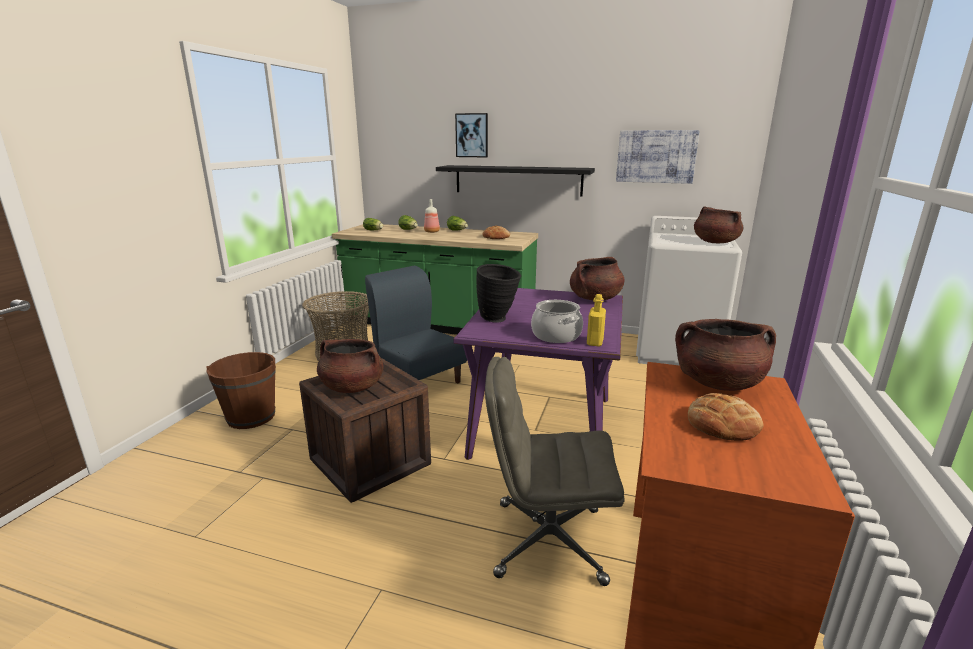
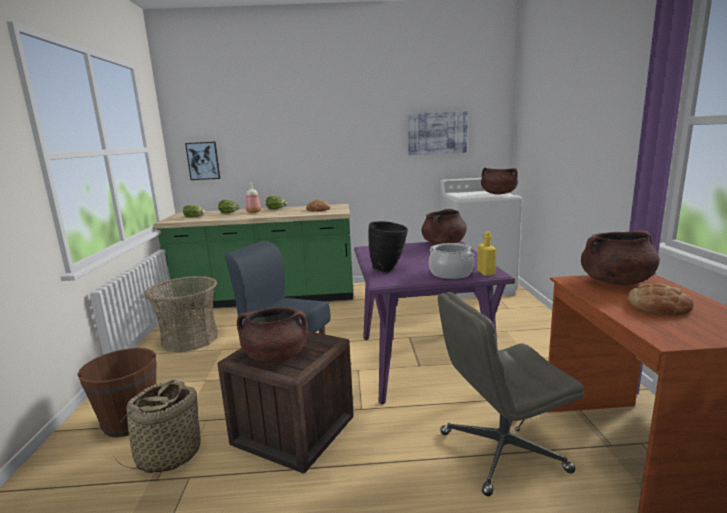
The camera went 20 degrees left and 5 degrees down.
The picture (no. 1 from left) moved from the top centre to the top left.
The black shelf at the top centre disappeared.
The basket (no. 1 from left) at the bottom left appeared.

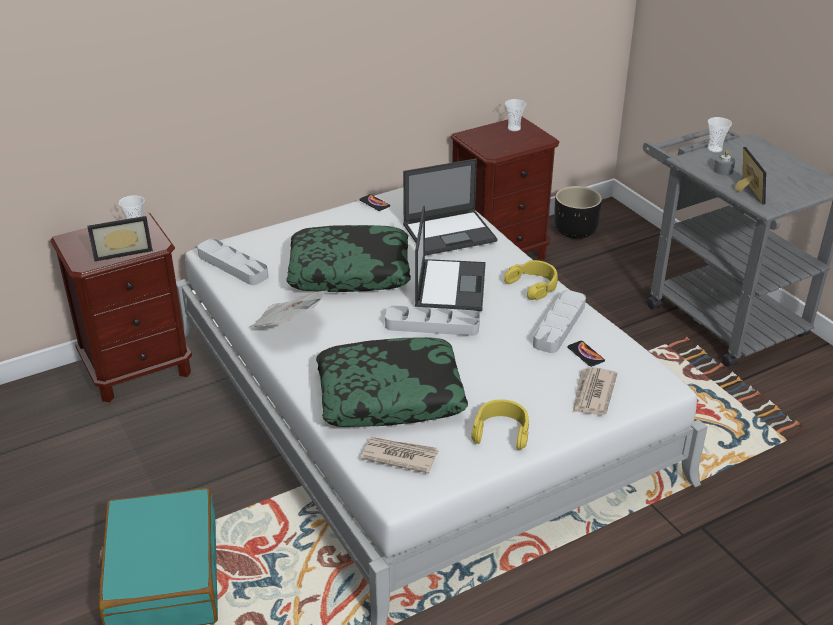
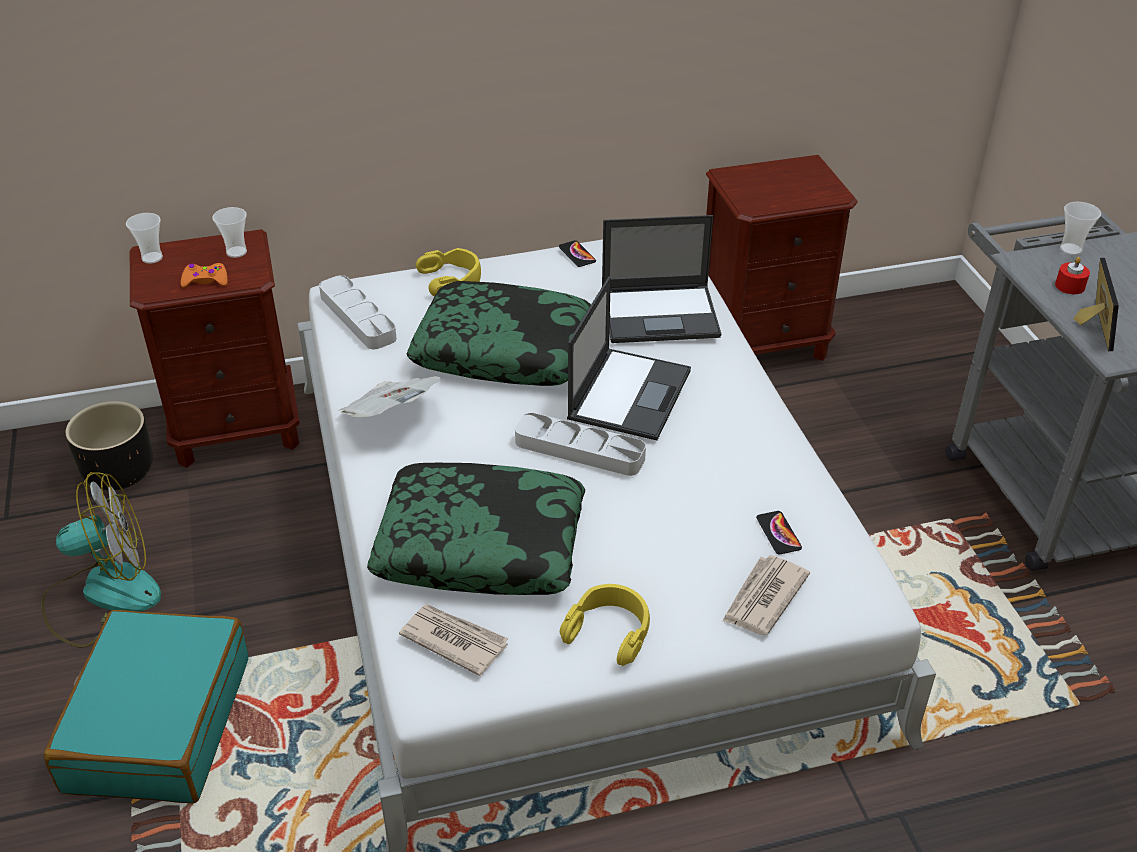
The camera went 15 degrees right and 5 degrees up.
The cup (no. 2 from left in the first image) moved from the top centre to the top left.
The grey candle at the top right became the red candle at the top right.
The black planter moved from the middle right to the middle left.
The picture frame (no. 1 from left) at the middle left was replaced by the orange game controller at the top left.
The yellow headphones (no. 2 from left in the first image) moved from the centre to the top centre.
The grey tray (no. 3 from left) at the middle right disappeared.
The fan at the middle left appeared.

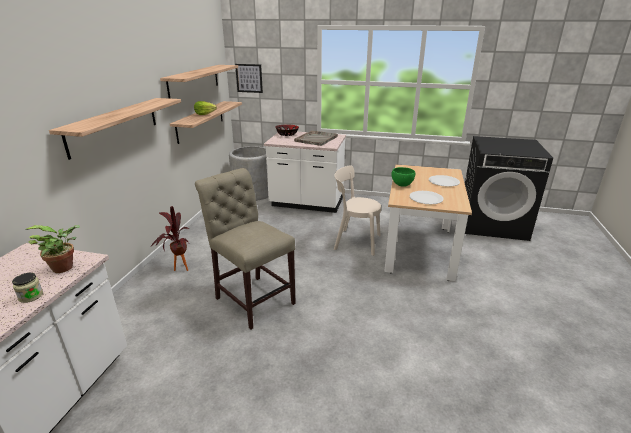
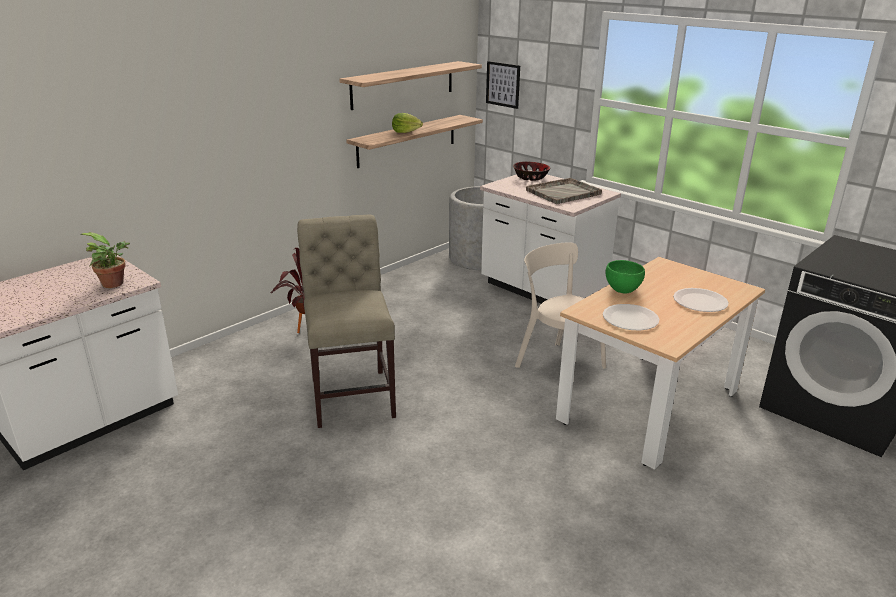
The camera went 30 degrees right and 0 degrees up.
The shelf (no. 1 from left) at the top left disappeared.
The jar at the middle left disappeared.

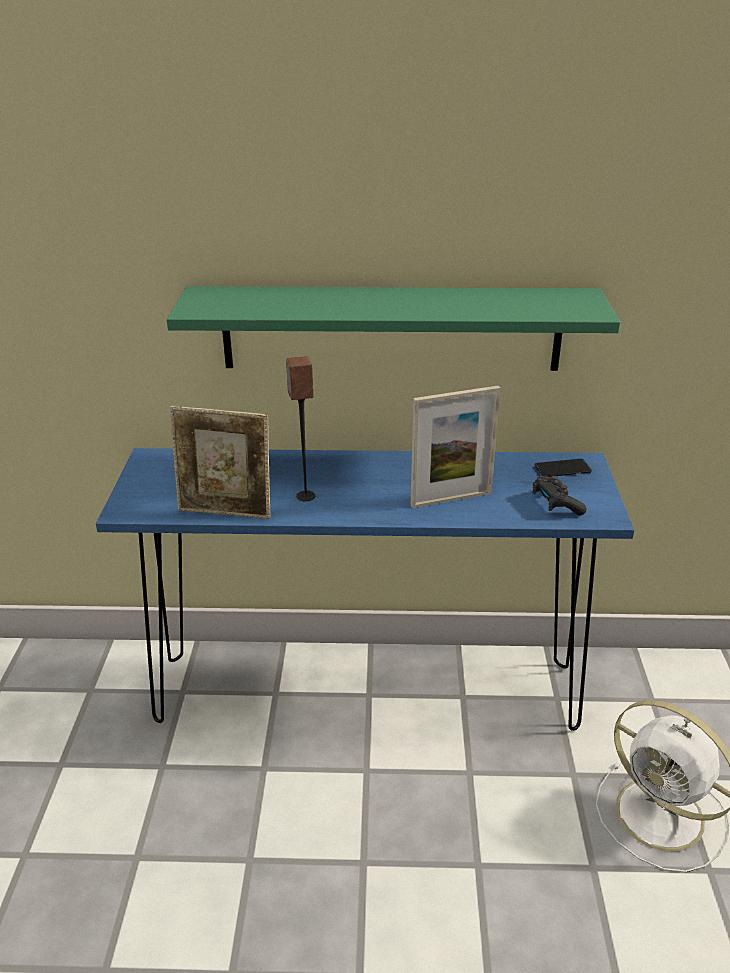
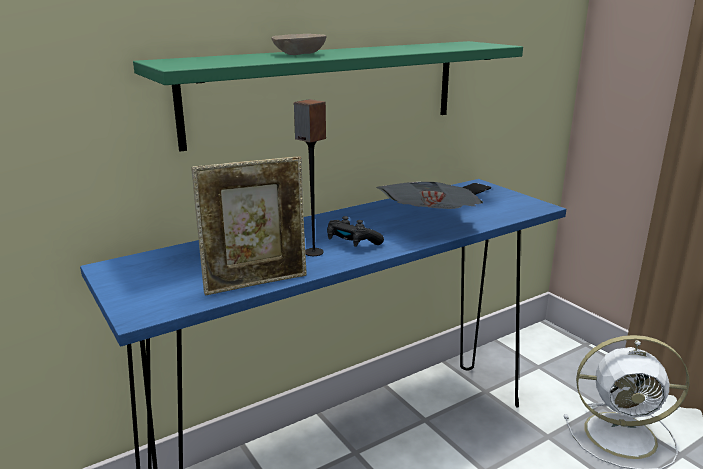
The camera went 35 degrees left and 10 degrees down.
The picture frame (no. 2 from left) at the centre was replaced by the newspaper at the centre.
The black game controller moved from the middle right to the centre.
The beige bowl at the top centre appeared.

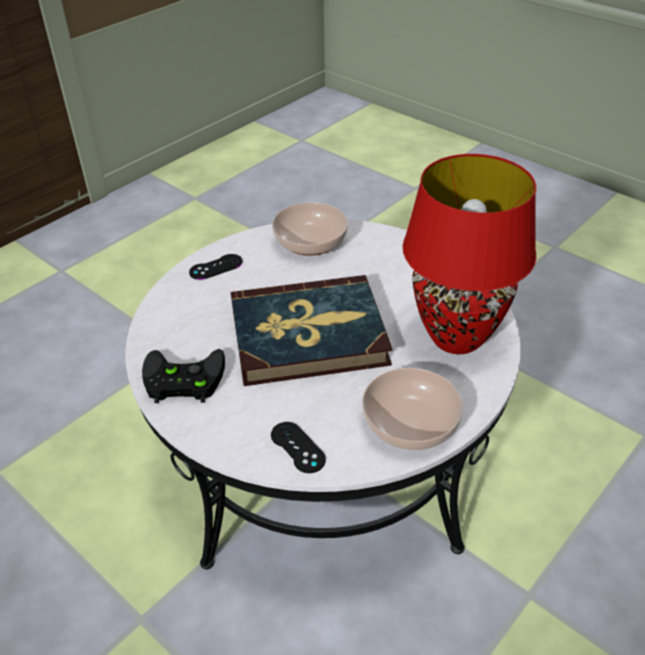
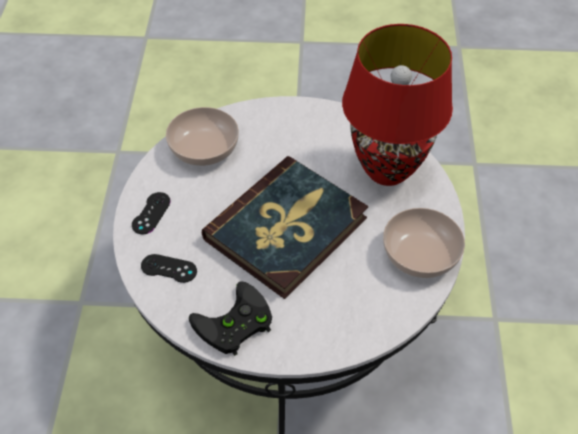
The camera went 40 degrees left and 10 degrees up.
The black game controller (no. 3 from left in the first image) moved from the bottom centre to the middle left.

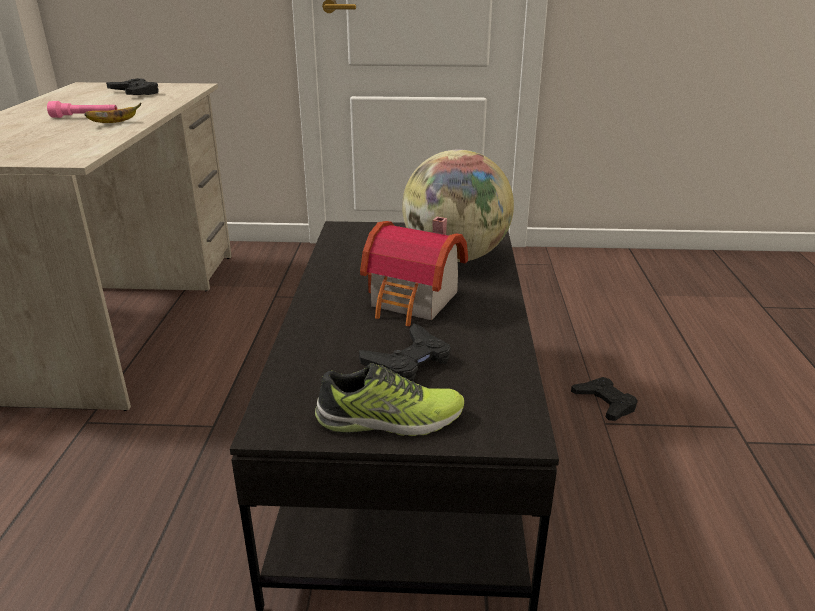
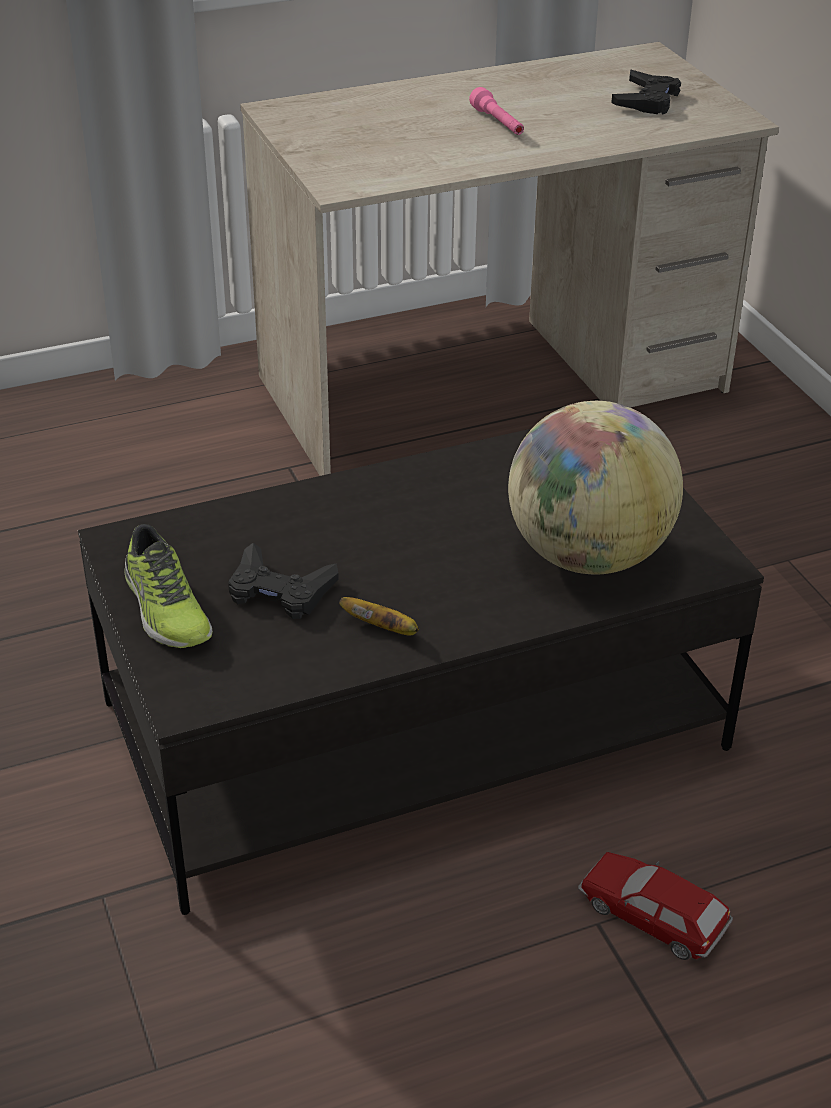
The camera went 65 degrees right and 10 degrees up.
The banana moved from the top left to the centre.
The toy house at the centre disappeared.
The black game controller (no. 3 from left) at the middle right was replaced by the toy car at the bottom right.

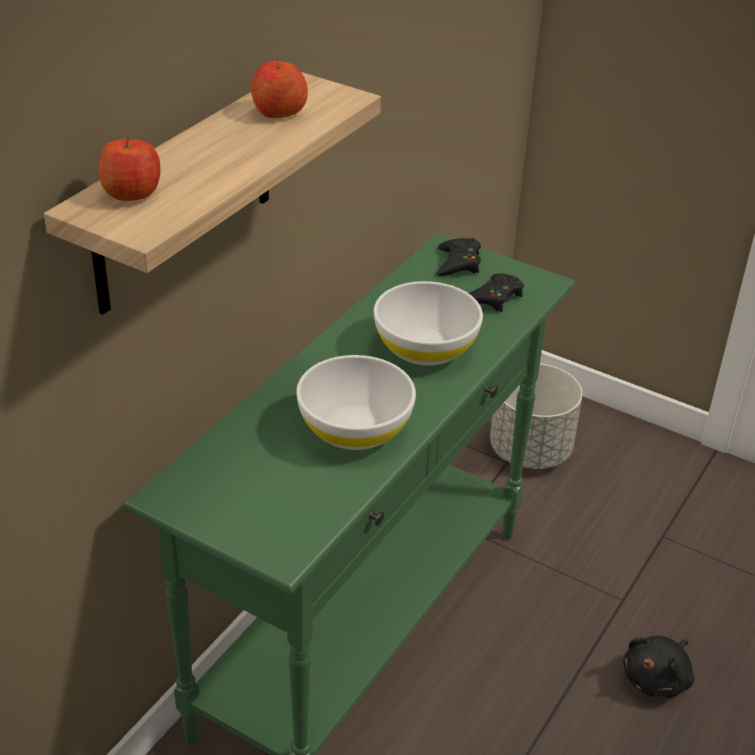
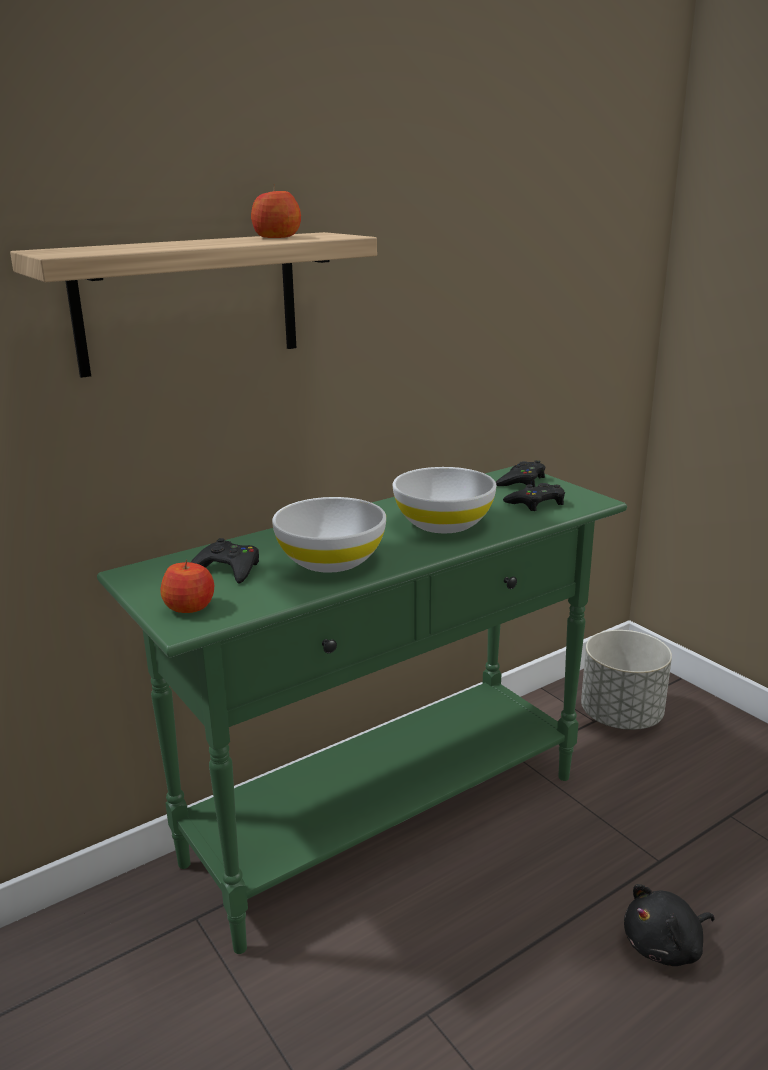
The camera went 25 degrees right and 15 degrees down.
The apple (no. 1 from left) moved from the top left to the middle left.
The black game controller (no. 1 from left) at the middle left appeared.

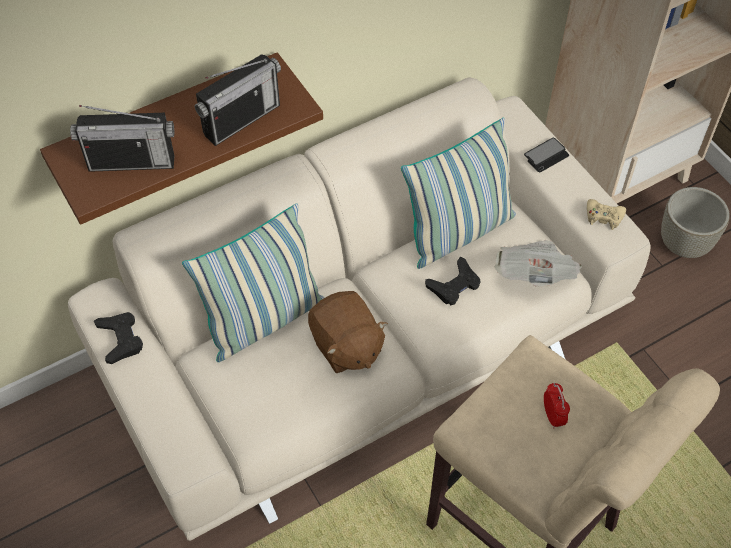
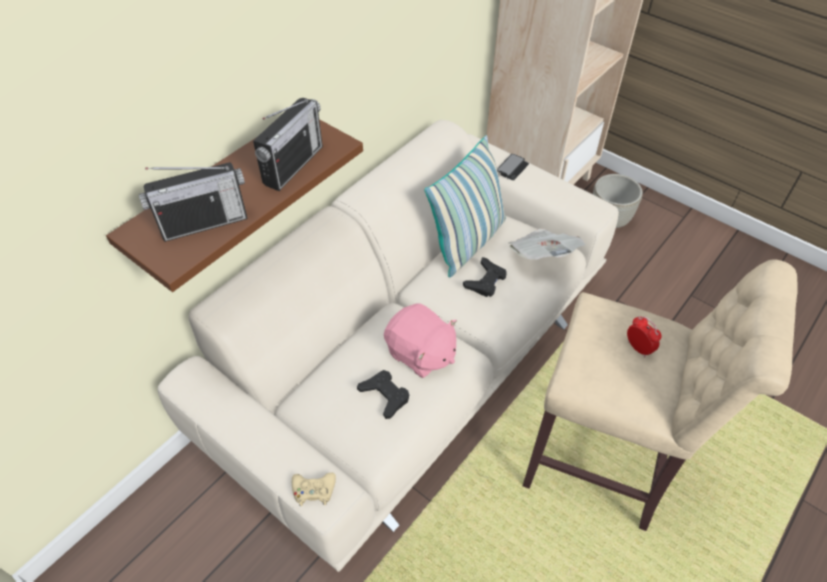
The camera went 20 degrees left and 5 degrees down.
The beige game controller moved from the middle right to the bottom centre.
The pillow (no. 1 from left) at the centre disappeared.
The brown plush toy at the centre became the pink plush toy at the centre.
The black game controller (no. 1 from left) moved from the middle left to the bottom centre.

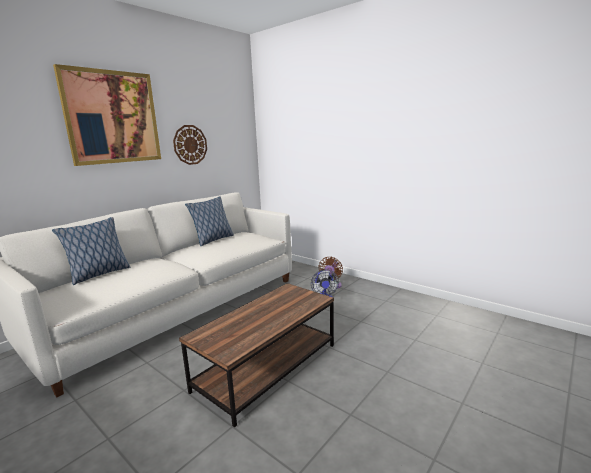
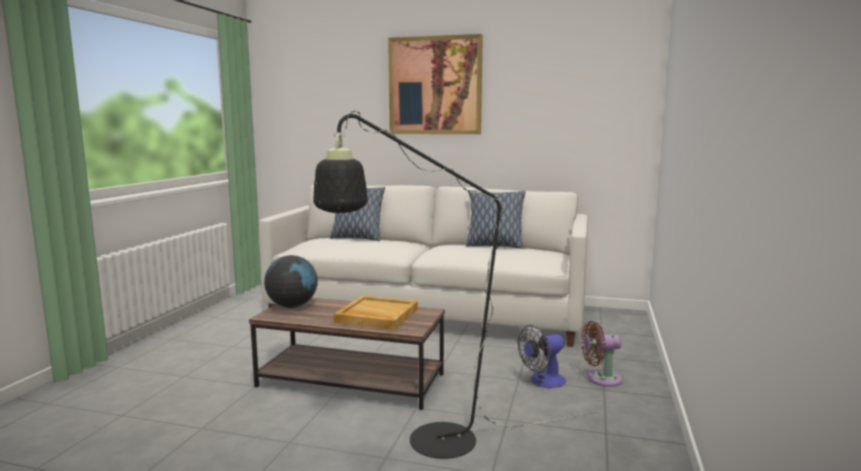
The camera went 65 degrees right and 5 degrees down.
The wall clock at the top left disappeared.
The black floor lamp at the centre appeared.
The globe at the centre appeared.
The beige tray at the centre appeared.

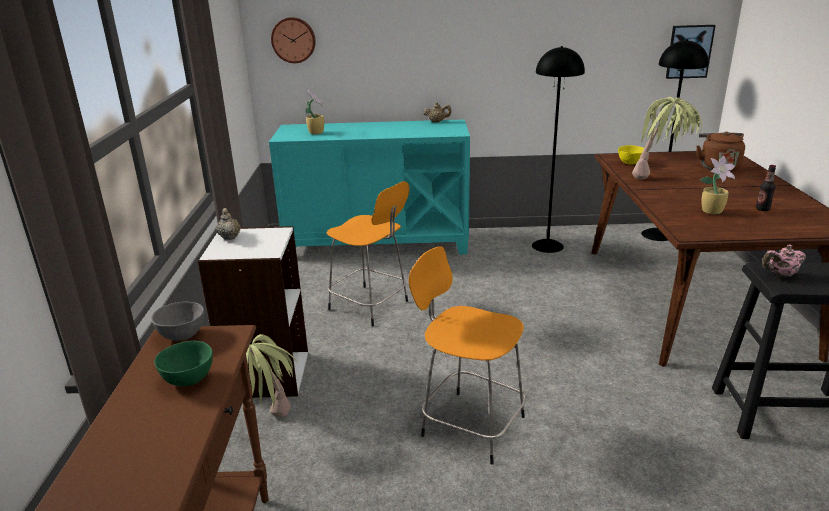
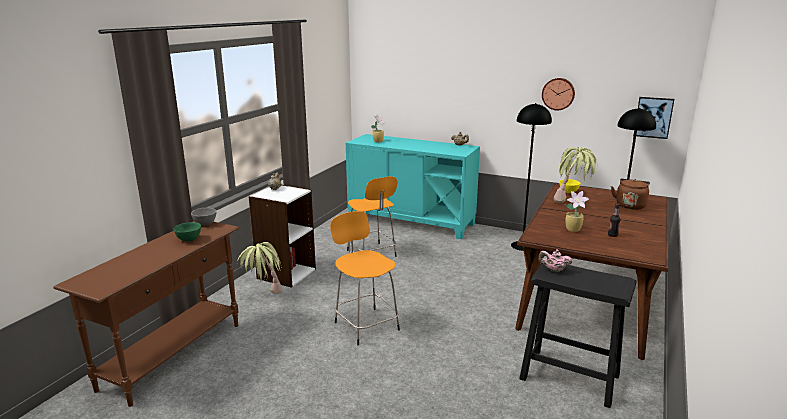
The camera went 25 degrees right and 5 degrees down.
The wall clock moved from the top centre to the top right.

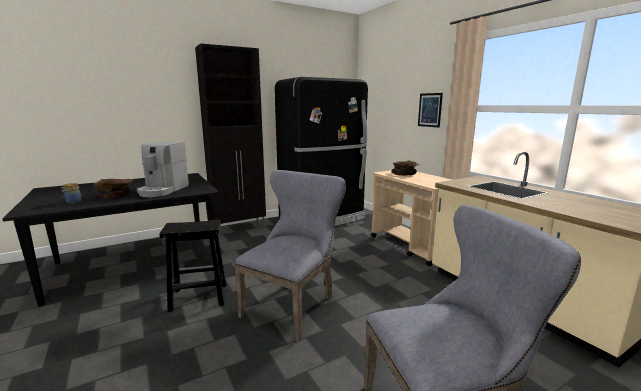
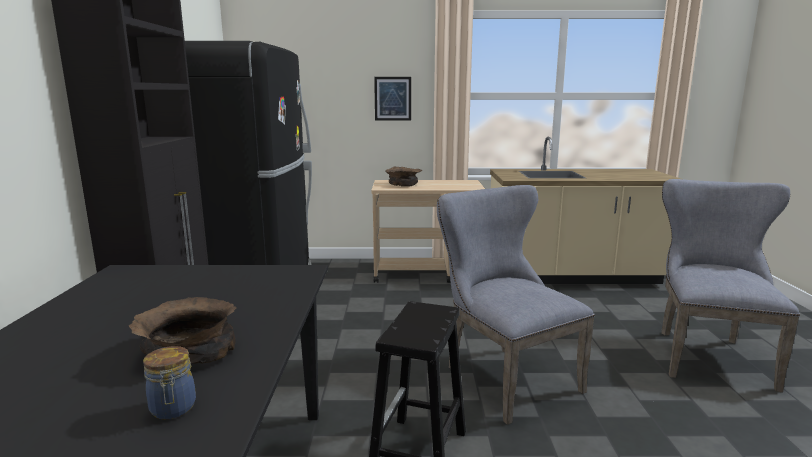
The camera went 60 degrees left and 0 degrees up.
The coffee machine at the middle left disappeared.

